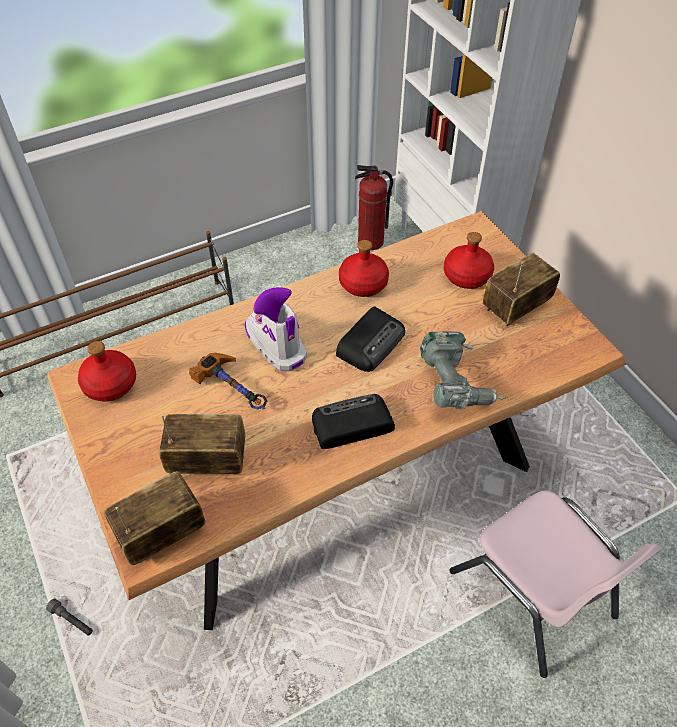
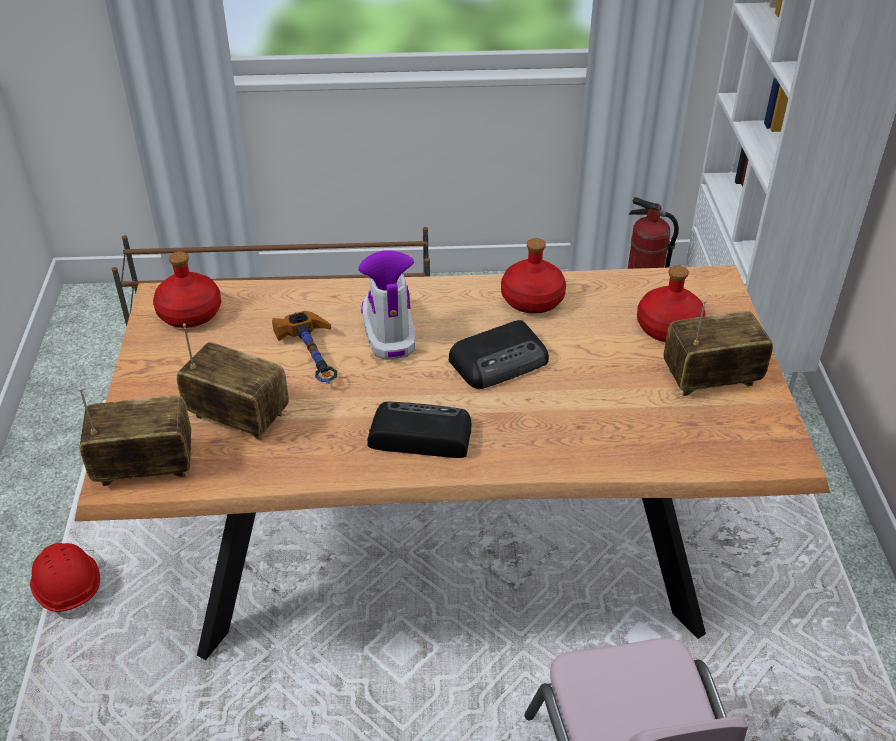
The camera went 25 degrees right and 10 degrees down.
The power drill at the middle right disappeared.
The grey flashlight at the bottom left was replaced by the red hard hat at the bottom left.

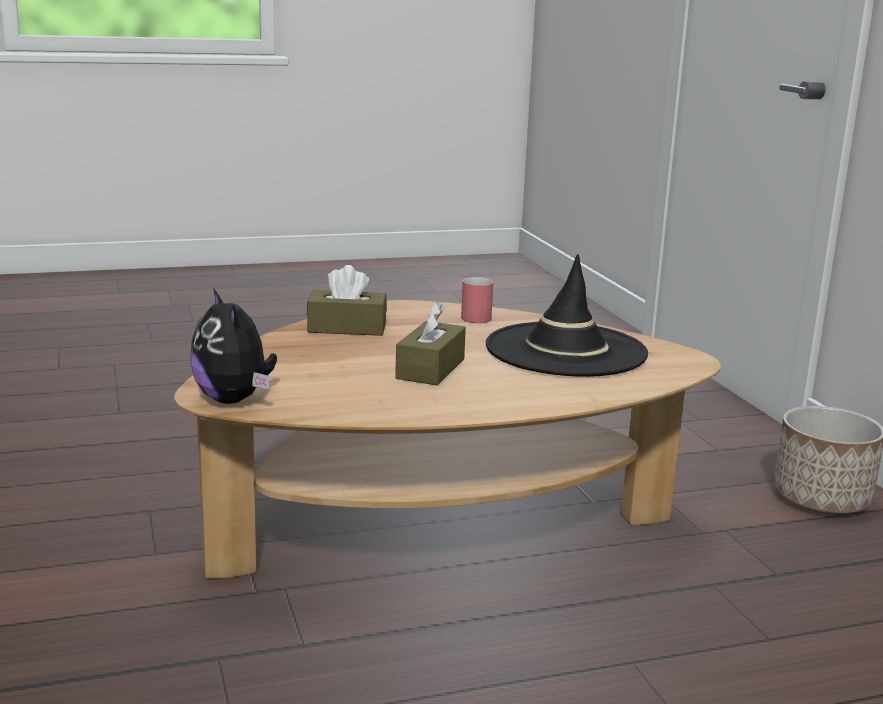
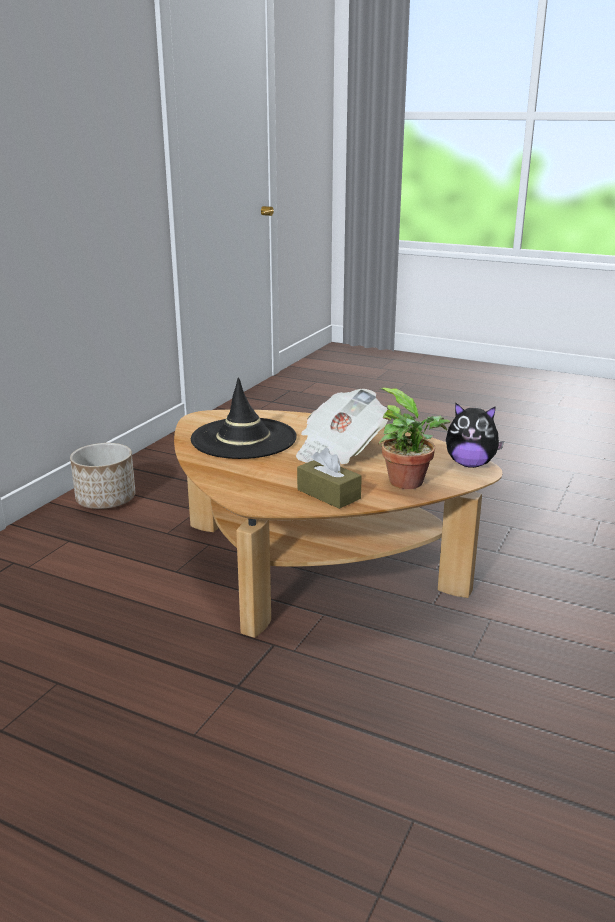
The camera went 135 degrees left and 5 degrees up.
The red mug at the centre disappeared.
The plush toy at the middle left turned 90 degrees clockwise.
The brown tissue box (no. 2 from left) at the centre was replaced by the newspaper at the centre.
The potted plant at the middle right appeared.

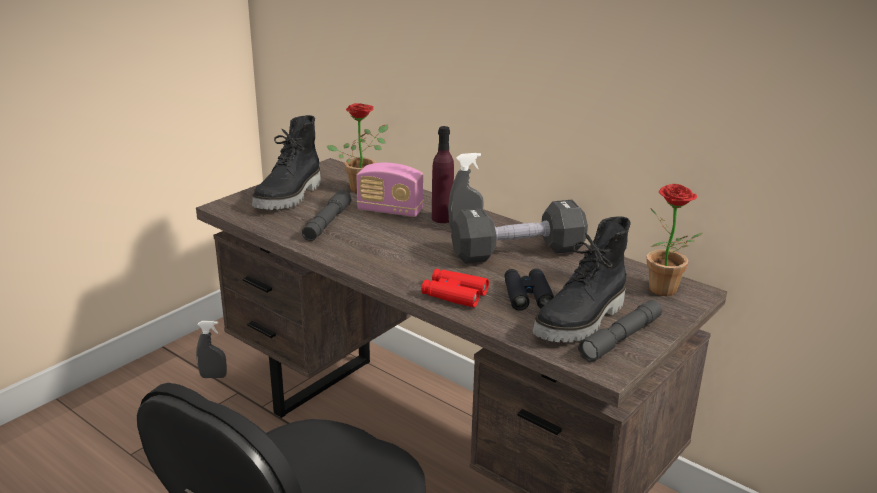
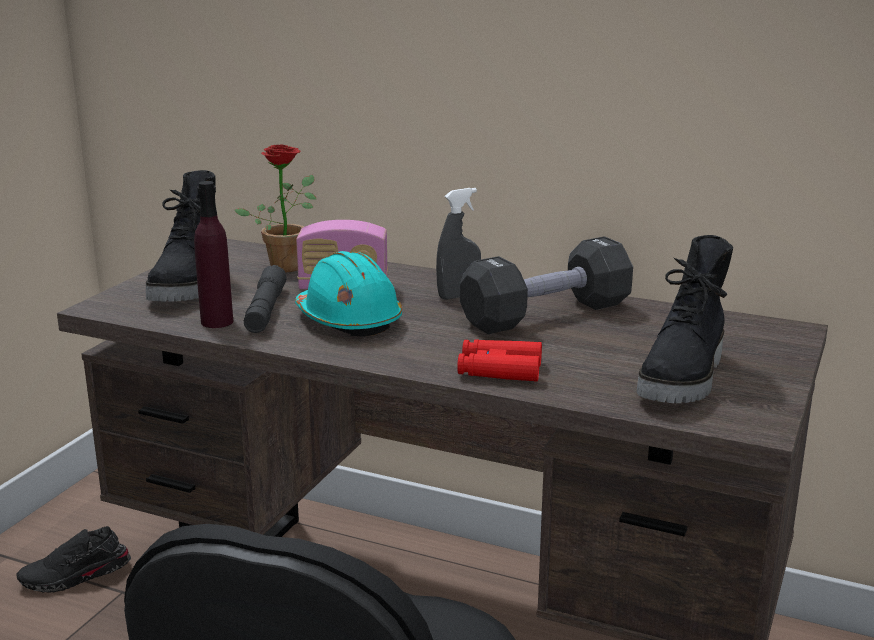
The camera went 15 degrees left and 5 degrees down.
The purple bottle moved from the centre to the middle left.
The potted plant (no. 2 from left) at the middle right disappeared.
The black binoculars at the centre disappeared.
The grey flashlight (no. 2 from left) at the bottom right disappeared.
The grey spray bottle (no. 1 from left) at the bottom left was replaced by the black shoe at the bottom left.
The turquoise hard hat at the centre appeared.

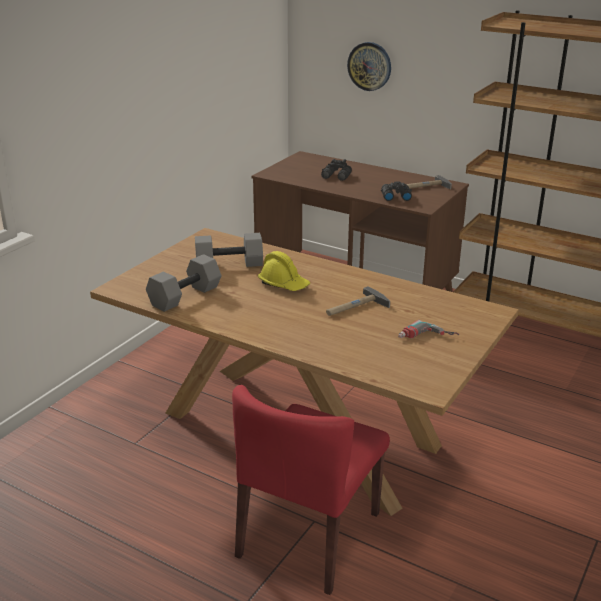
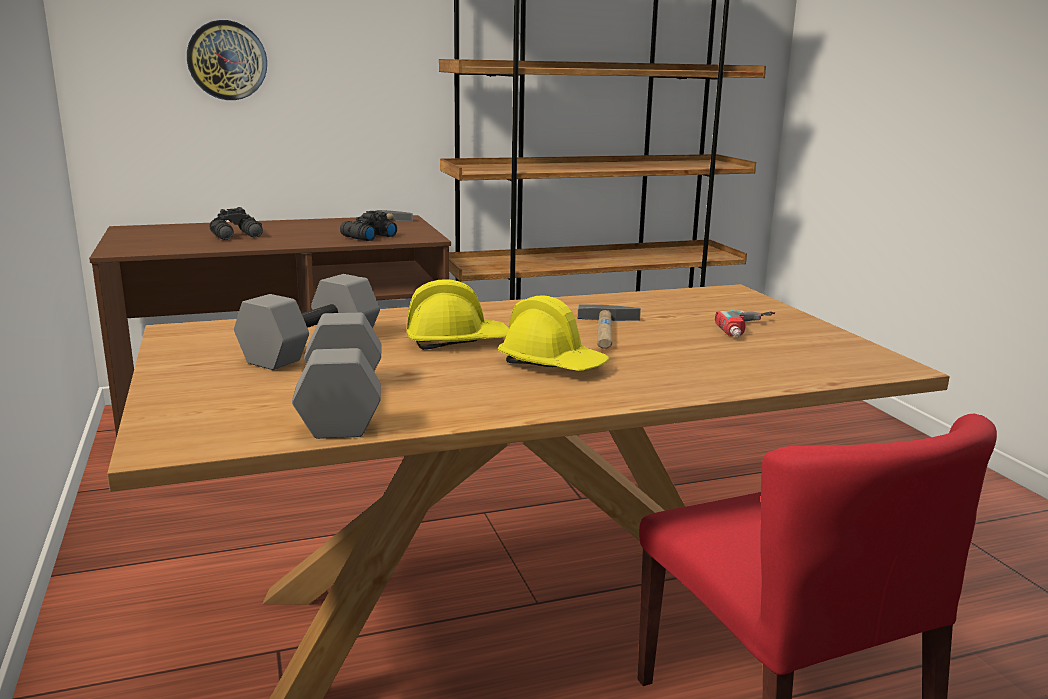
The camera went 50 degrees left and 10 degrees down.
The yellow hard hat (no. 2 from left) at the centre appeared.

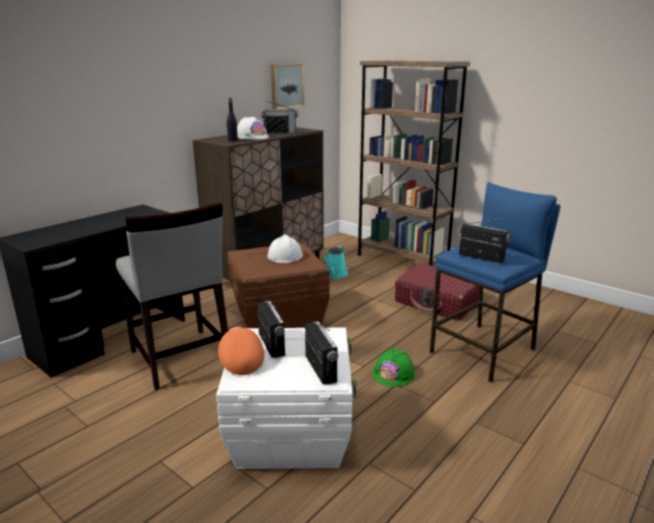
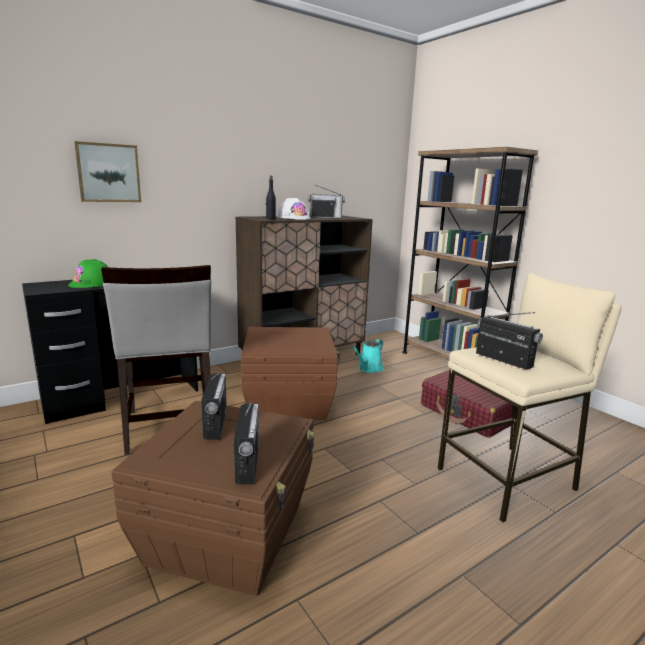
The camera went 15 degrees right and 5 degrees down.
The picture moved from the top centre to the top left.
The blue stool at the middle right became the beige stool at the middle right.
The white hard hat (no. 2 from left) at the centre disappeared.
The orange cap at the bottom centre disappeared.
The white storage box at the bottom centre became the brown storage box (no. 1 from left) at the bottom left.
The green hard hat moved from the bottom centre to the middle left.

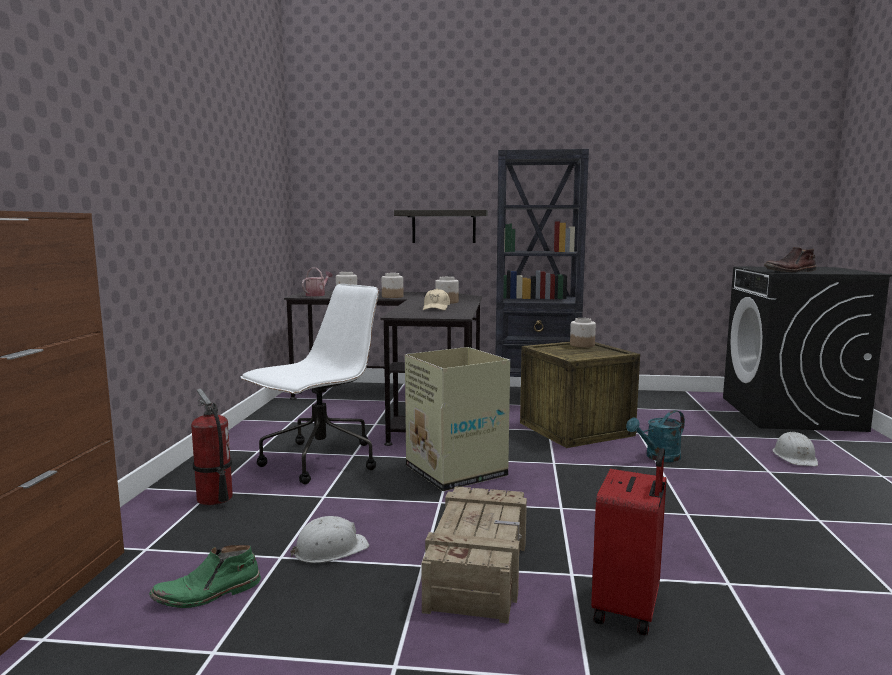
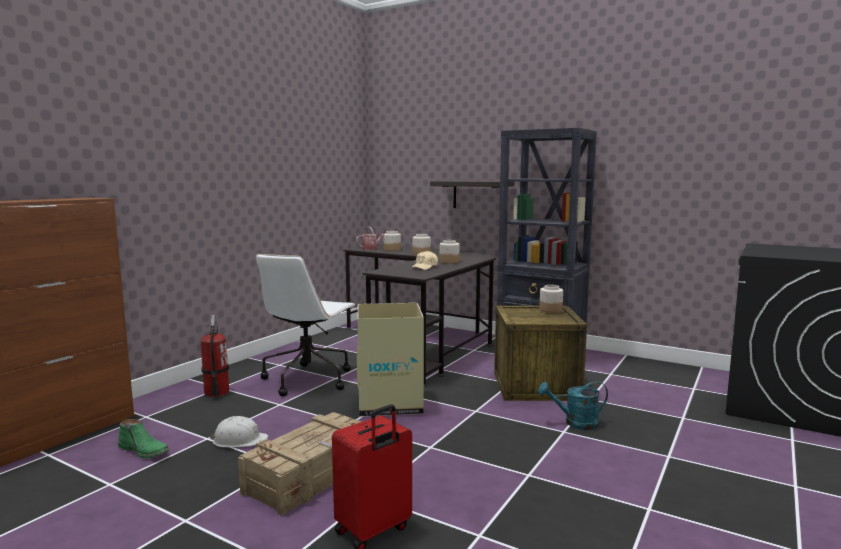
The camera went 25 degrees right and 0 degrees up.
The brown boot at the middle right disappeared.
The white office chair at the centre turned 135 degrees clockwise.
The white hard hat (no. 2 from left) at the middle right disappeared.
The green boot at the bottom left turned 150 degrees counterclockwise.

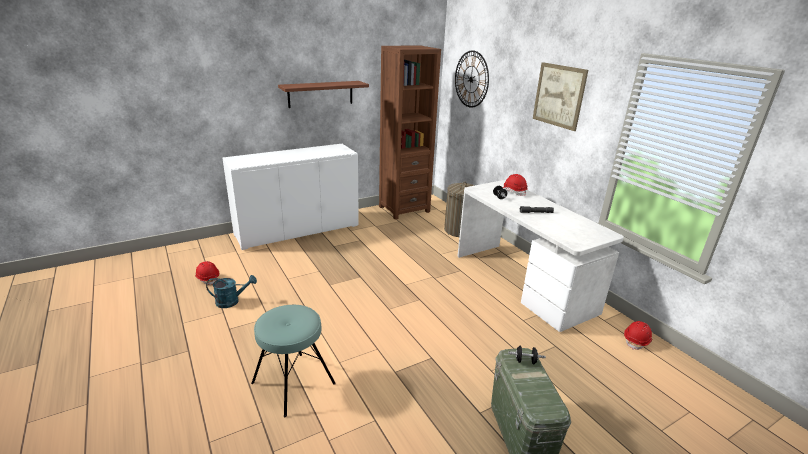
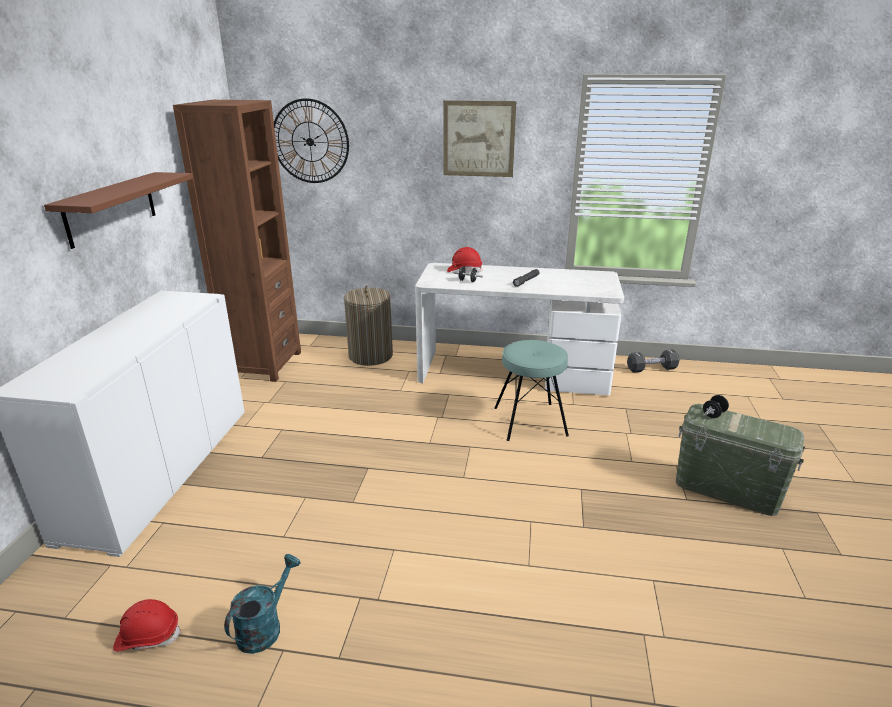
The camera went 50 degrees left and 0 degrees up.
The turquoise stool moved from the bottom centre to the centre.
The red hard hat (no. 3 from left) at the bottom right was replaced by the black dumbbell (no. 2 from left) at the middle right.

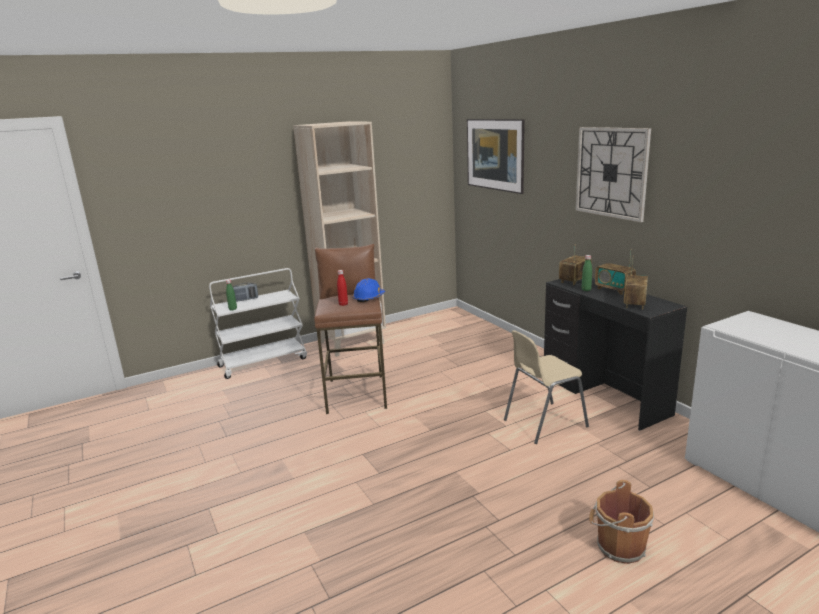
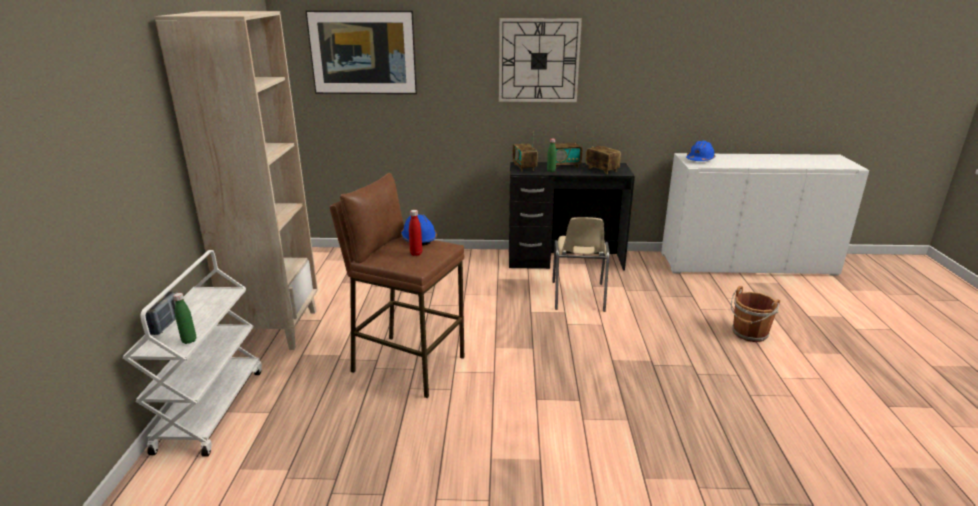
The camera went 60 degrees left and 5 degrees up.
The blue hard hat (no. 2 from left) at the top right appeared.

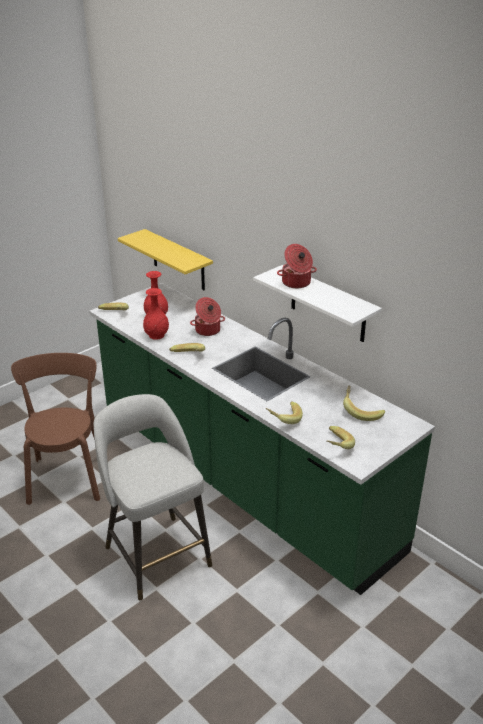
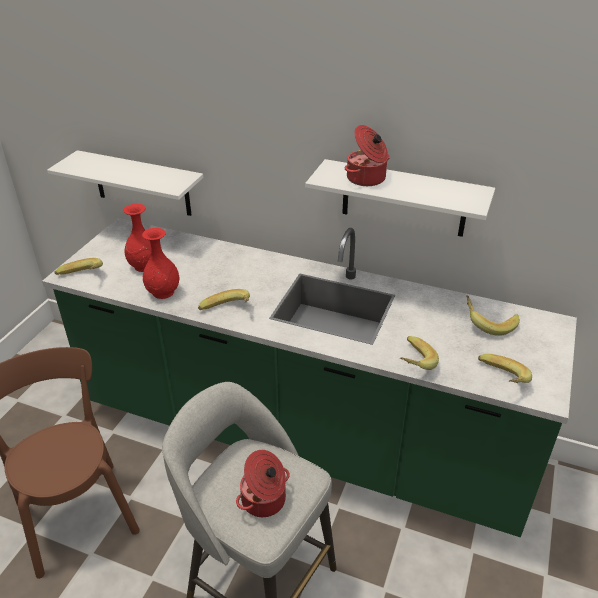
The camera went 25 degrees left and 5 degrees up.
The yellow shelf at the centre became the white shelf (no. 1 from left) at the top left.
The cooking pot (no. 1 from left) moved from the centre to the bottom centre.

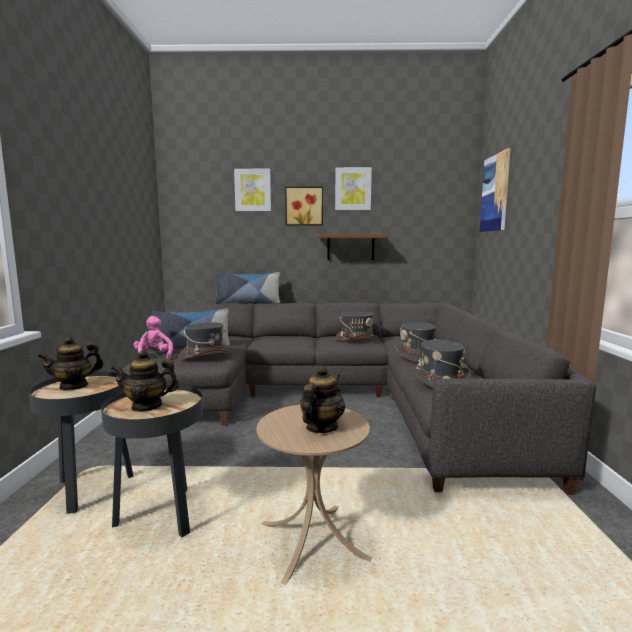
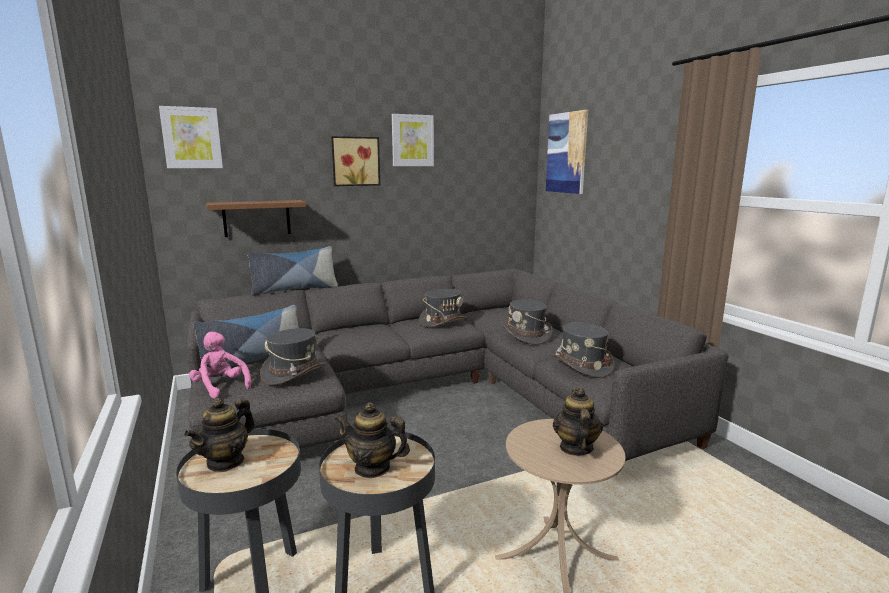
The camera went 25 degrees left and 5 degrees up.
The picture (no. 1 from left) moved from the top centre to the top left.
The brown shelf moved from the centre to the middle left.
The teapot (no. 2 from left) at the middle left turned 45 degrees clockwise.

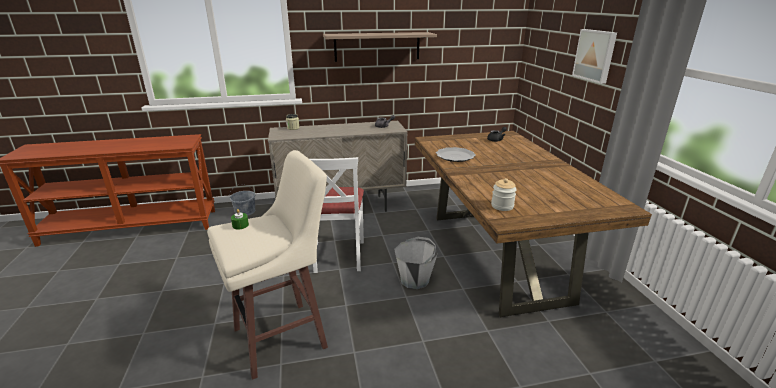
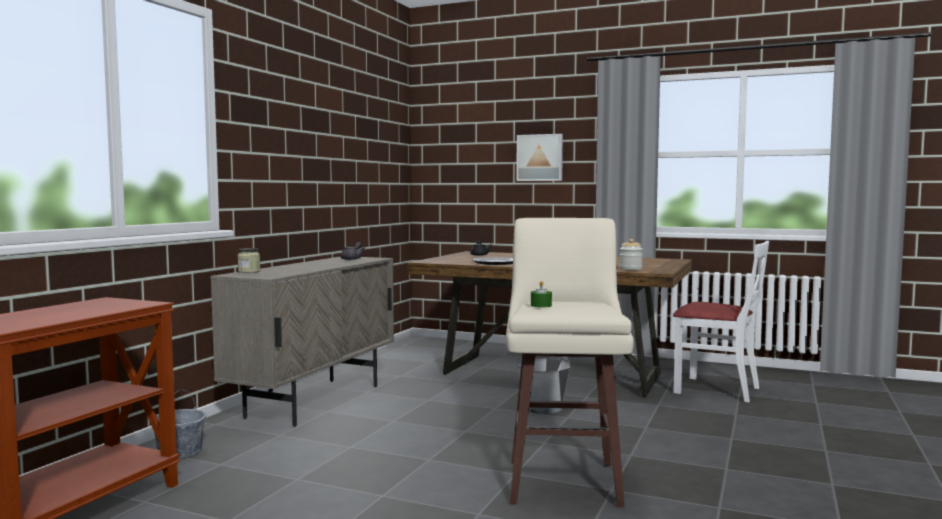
The camera went 55 degrees left and 20 degrees down.
The shelf at the top centre disappeared.
The white chair moved from the centre to the middle right.

